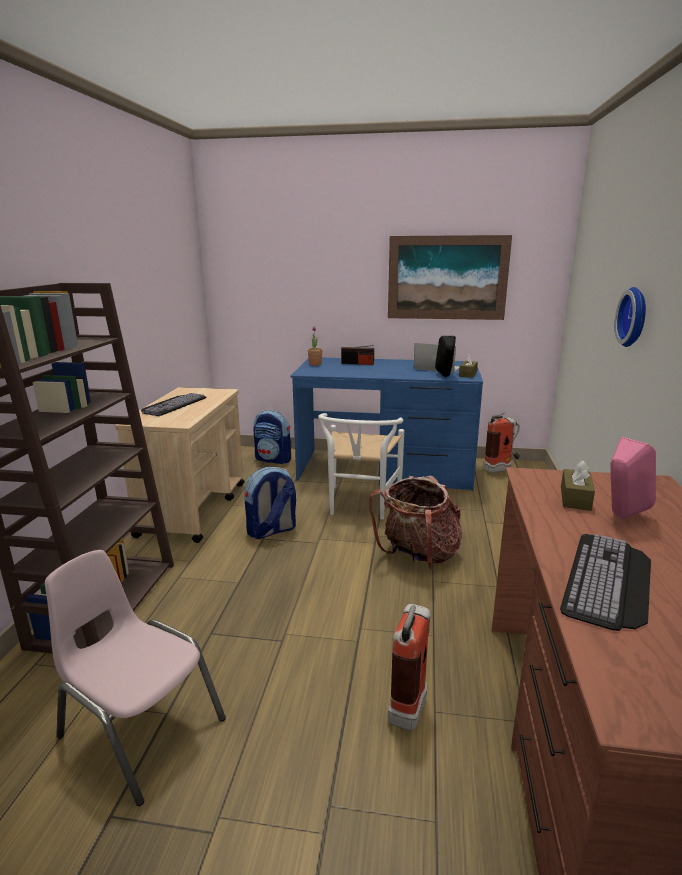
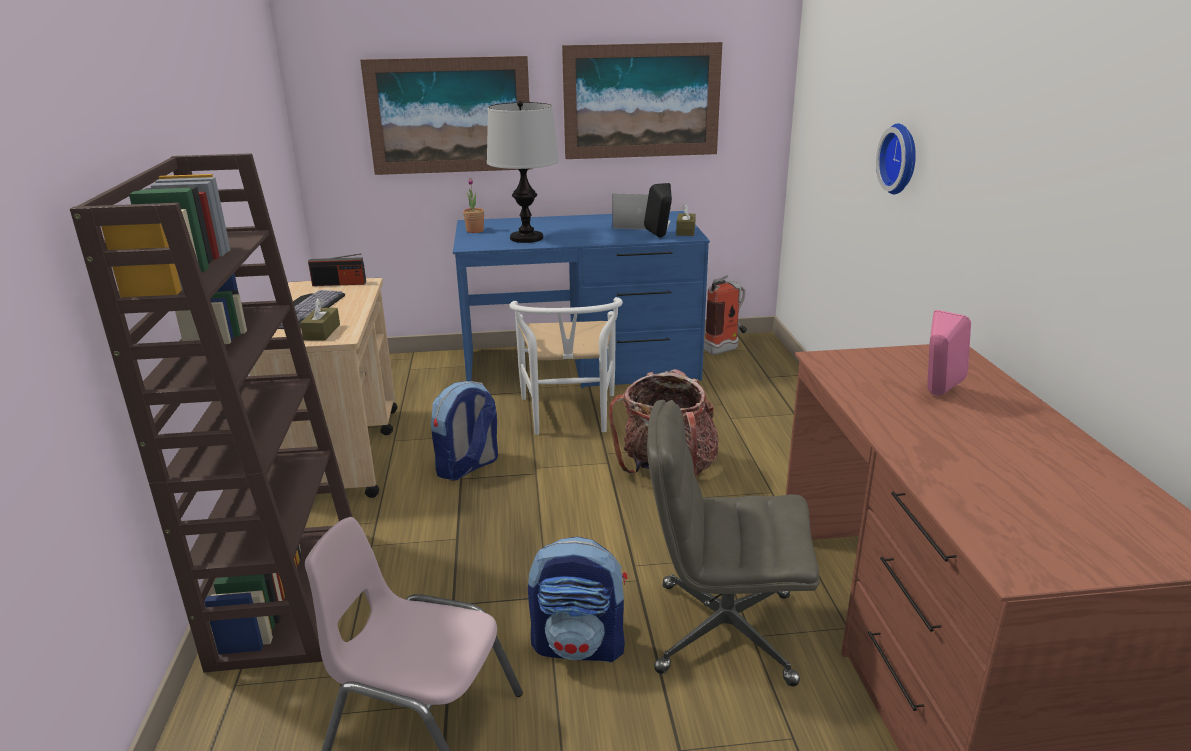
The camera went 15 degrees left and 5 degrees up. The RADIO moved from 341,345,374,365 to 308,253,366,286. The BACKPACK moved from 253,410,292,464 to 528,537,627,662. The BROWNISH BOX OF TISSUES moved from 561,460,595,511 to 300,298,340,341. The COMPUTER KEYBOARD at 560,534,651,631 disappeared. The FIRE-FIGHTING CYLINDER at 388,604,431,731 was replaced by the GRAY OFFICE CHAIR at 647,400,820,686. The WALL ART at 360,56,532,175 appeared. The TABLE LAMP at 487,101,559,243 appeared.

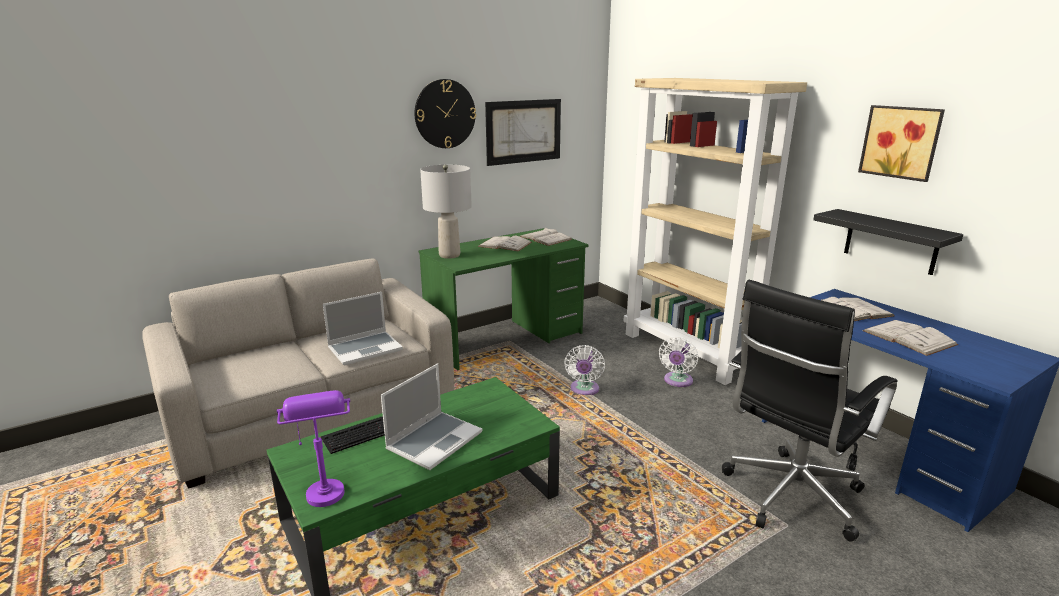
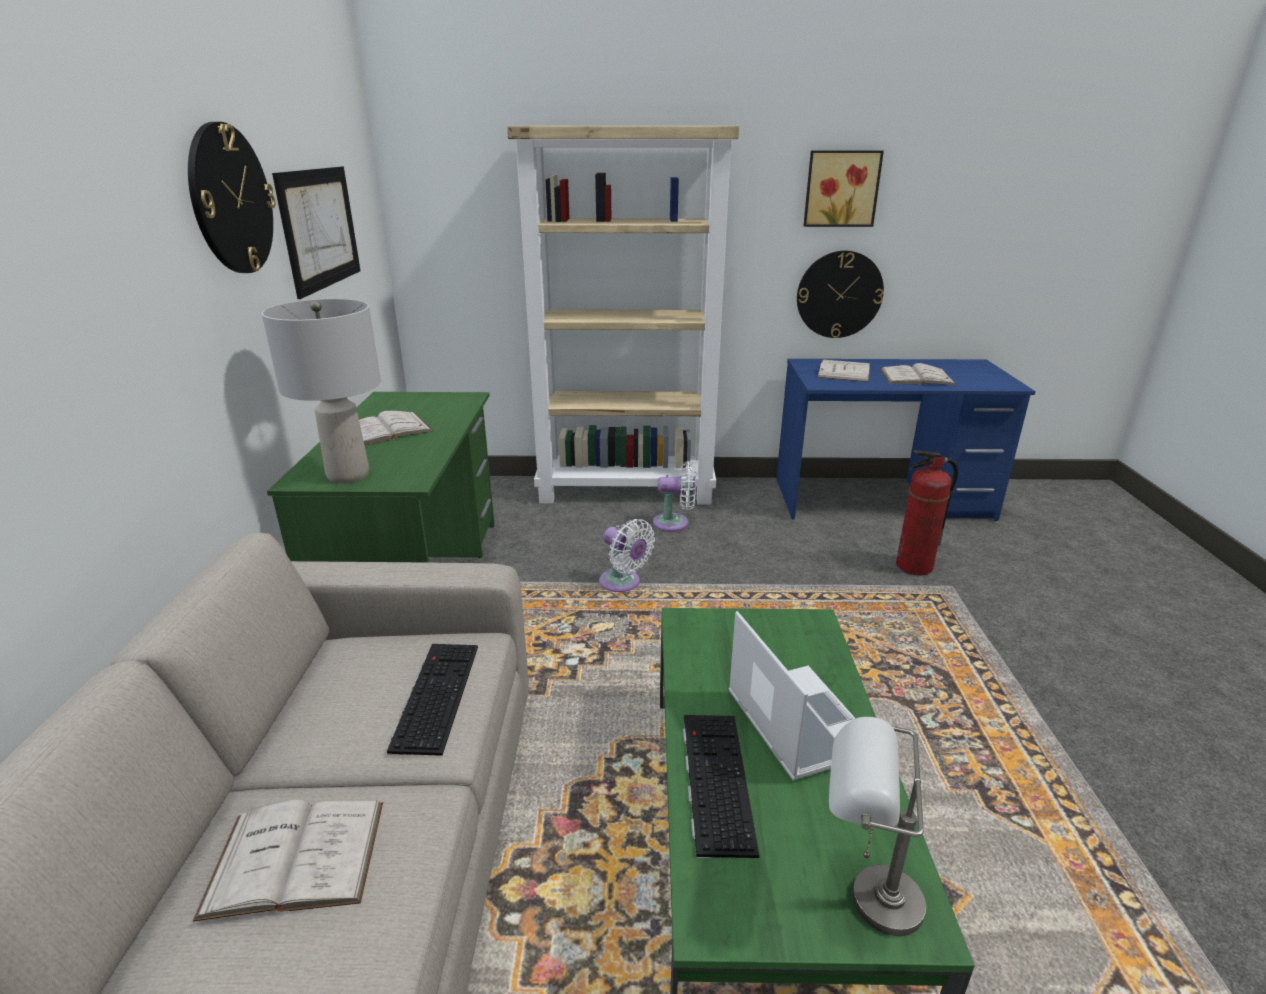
The camera went 55 degrees left and 5 degrees up. The BLACK-COLOURED WALL SHELF at 813,209,963,275 was replaced by the CLOCK ON THE WALL at 797,251,884,338. The WHITE-COLOURED VOLUME moved from 520,227,573,246 to 193,800,383,921. The BLACK-COLOURED OFFICE CHAIR at 722,280,897,542 was replaced by the FIRE-FIGHTING CYLINDER at 896,450,958,575. The LAPTOP at 323,292,403,365 was replaced by the COMPUTER KEYBOARD at 387,644,478,756. The WHITE-COLOURED FAN at 659,337,698,387 turned 60 degrees counterclockwise. The PURPLISH TABLE LAMP at 277,390,350,507 became the GRAY TABLE LAMP at 829,717,926,936.

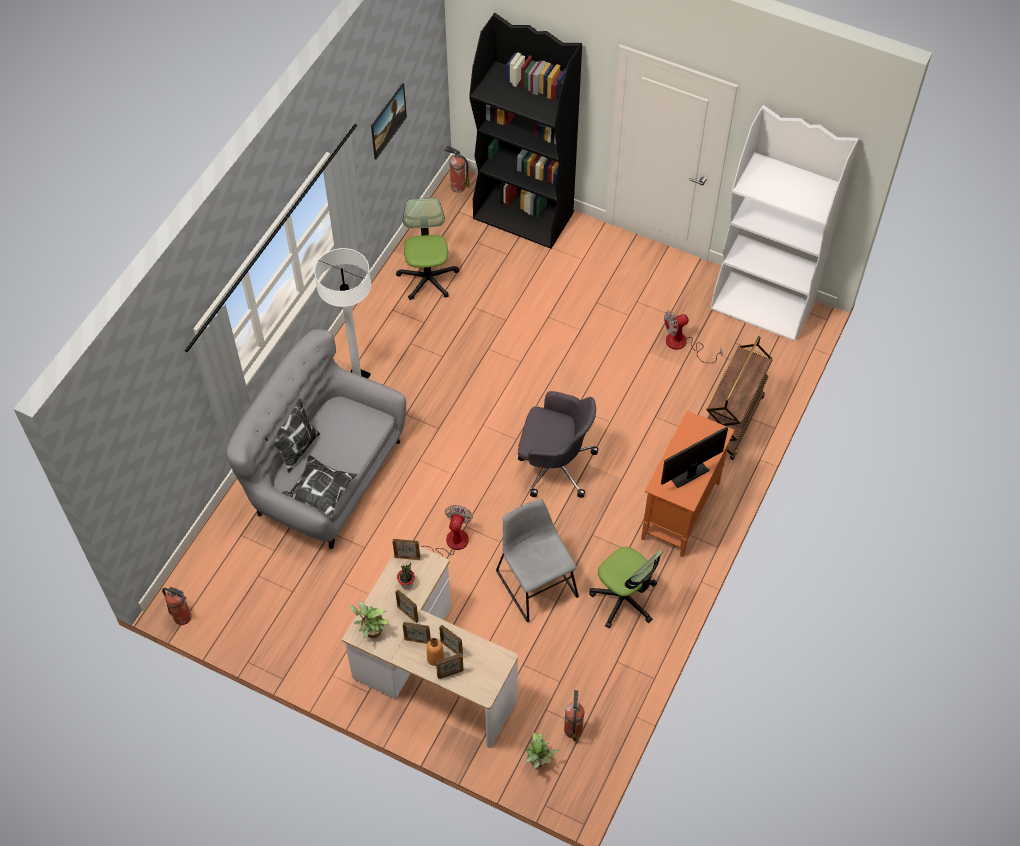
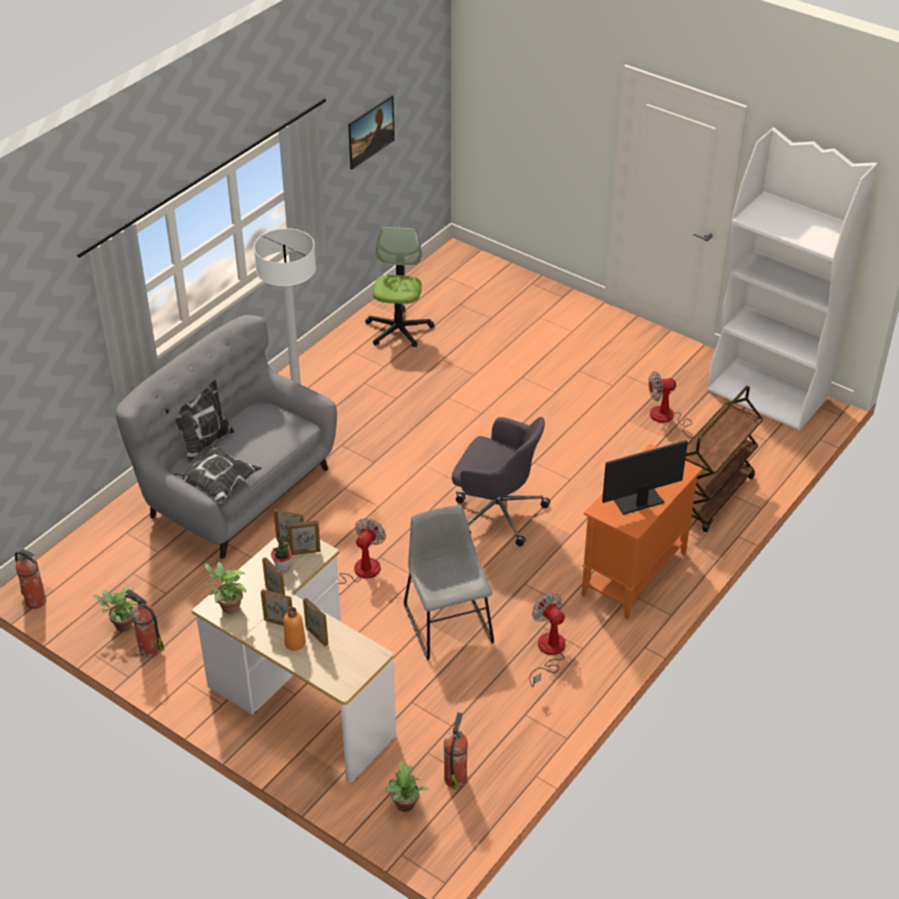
The camera went 10 degrees right and 15 degrees down. The BLACK-COLOURED SHELVING UNIT at 469,13,582,249 disappeared. The FIRE-FIGHTING CYLINDER moved from 444,145,470,193 to 124,589,164,657. The OFFICE CHAIR at 589,547,662,628 was replaced by the FAN at 529,593,566,687. The PICTURE FRAME moved from 436,653,463,679 to 288,520,321,555. The PLANT IN A POT at 92,588,138,632 appeared.

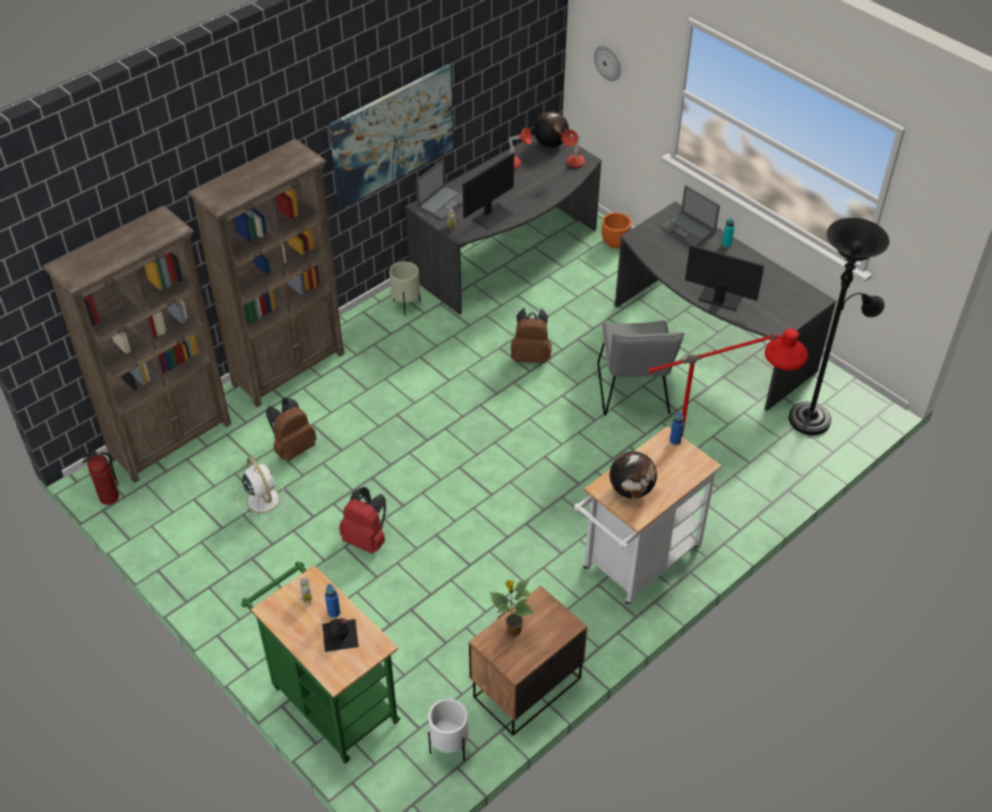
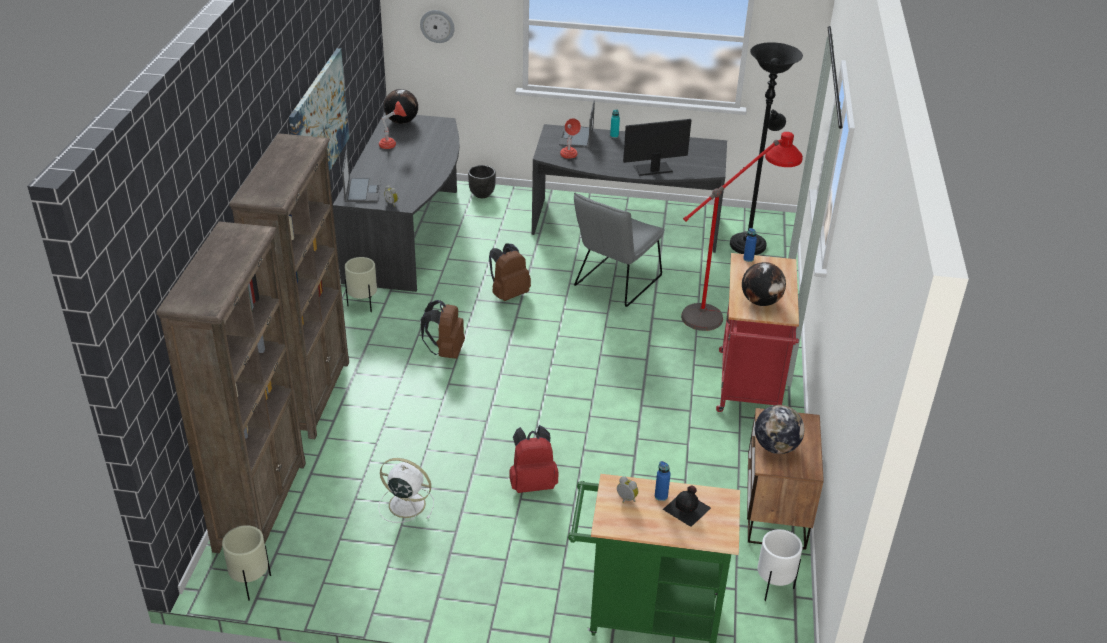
The camera went 40 degrees left and 10 degrees down. The RED TABLE LAMP moved from 561,129,585,168 to 560,118,581,159. The COMPUTER DISPLAY at 462,152,514,230 disappeared. The LAPTOP at 660,185,720,246 turned 90 degrees clockwise. The ORANGE PLANTER at 602,213,632,248 became the BLACK-COLOURED PLANTER at 468,165,496,198. The GRAY UPRIGHT CHAIR at 597,320,684,416 turned 75 degrees clockwise. The BROWNISH BACKPACK moved from 266,398,317,461 to 420,300,465,359. The WHITE-COLOURED CART at 574,426,722,606 became the RED CART at 716,253,799,412. The FIRE-FIGHTING CYLINDER at 81,450,119,505 was replaced by the BEIGE PLANTER at 222,525,271,601. The PLANT IN A POT at 490,580,535,637 was replaced by the DESK GLOBE at 755,405,804,454.

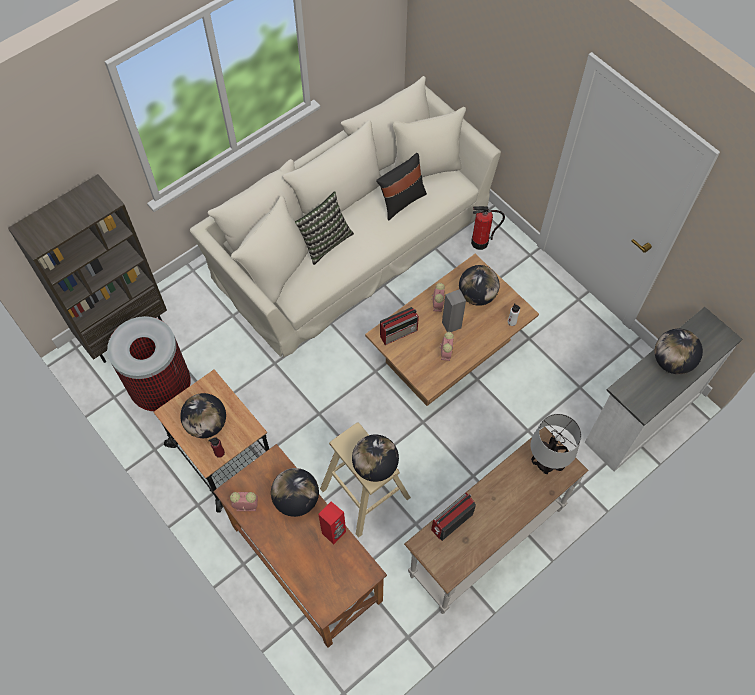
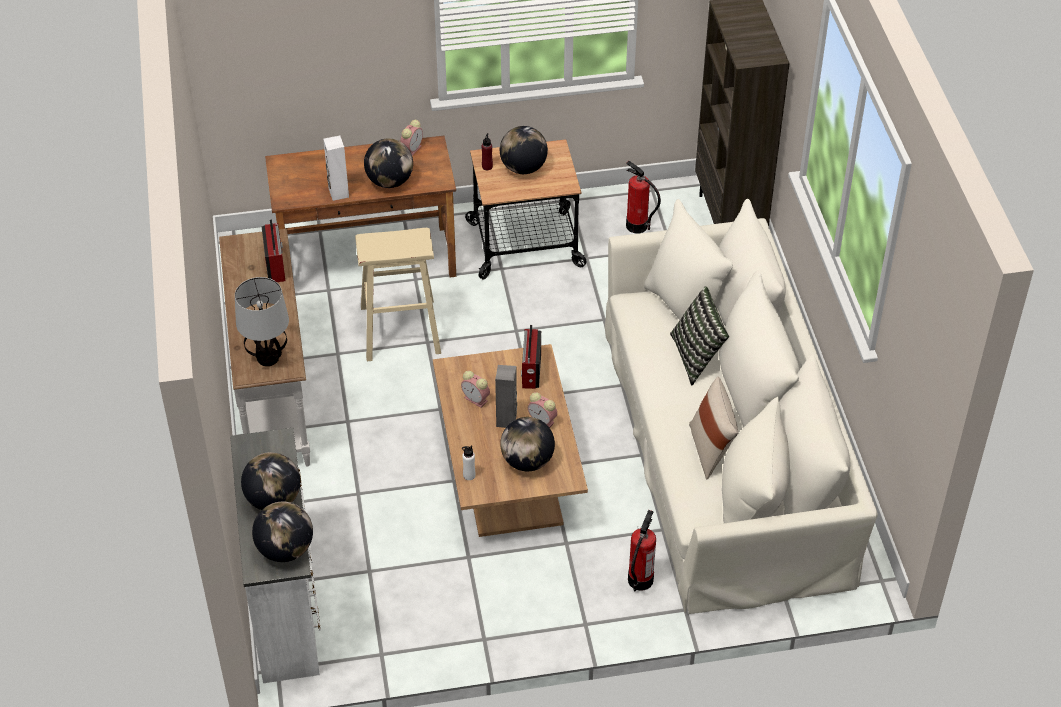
The camera went 120 degrees right and 15 degrees down. The BLACK-COLOURED PILLOW at 376,153,427,221 became the BEIGE PILLOW at 689,377,739,480. The TRASH CAN at 107,316,191,411 was replaced by the FIRE-FIGHTING CYLINDER at 626,161,661,234. The DESK GLOBE moved from 352,434,399,482 to 252,501,313,562. The RED SPEAKER at 318,502,346,545 became the WHITE-COLOURED SPEAKER at 323,136,349,201.

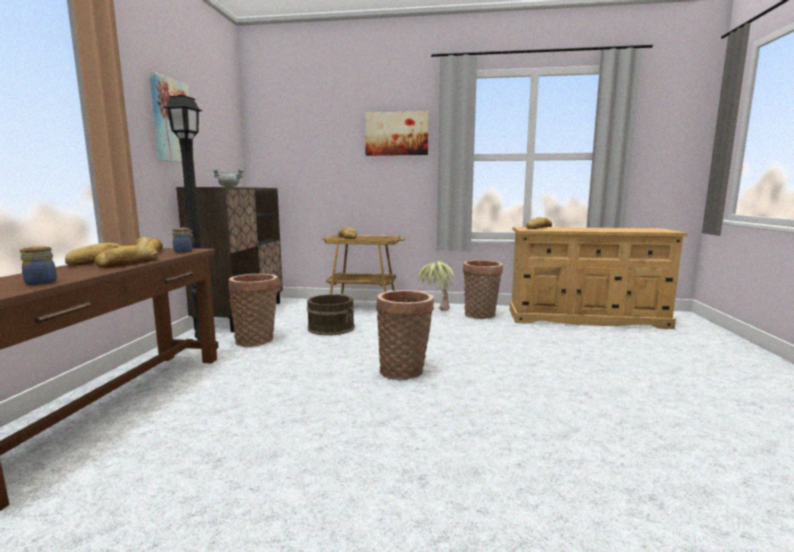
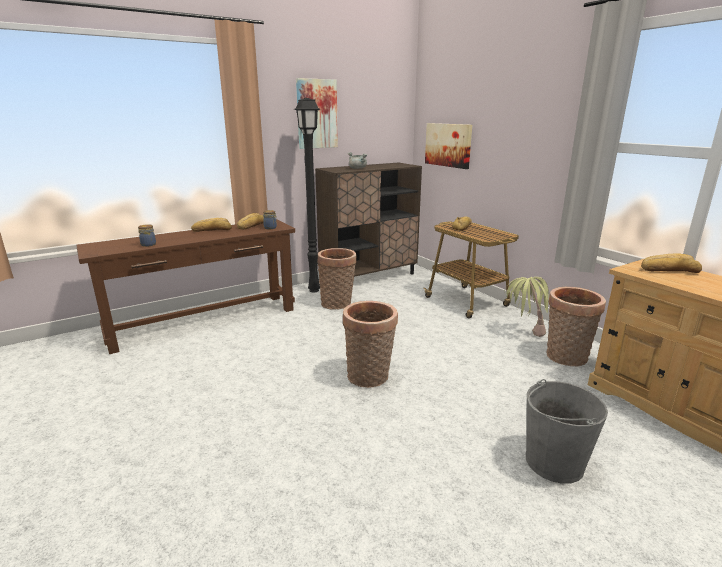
The camera went 50 degrees right and 10 degrees up. The WALL ART moved from 365,111,428,156 to 425,123,472,169. The BAKED BREAD at 94,245,158,268 disappeared. The BROWNISH WATER BUCKET at 307,294,355,336 disappeared. The GRAY WATER BUCKET at 526,379,608,484 appeared.

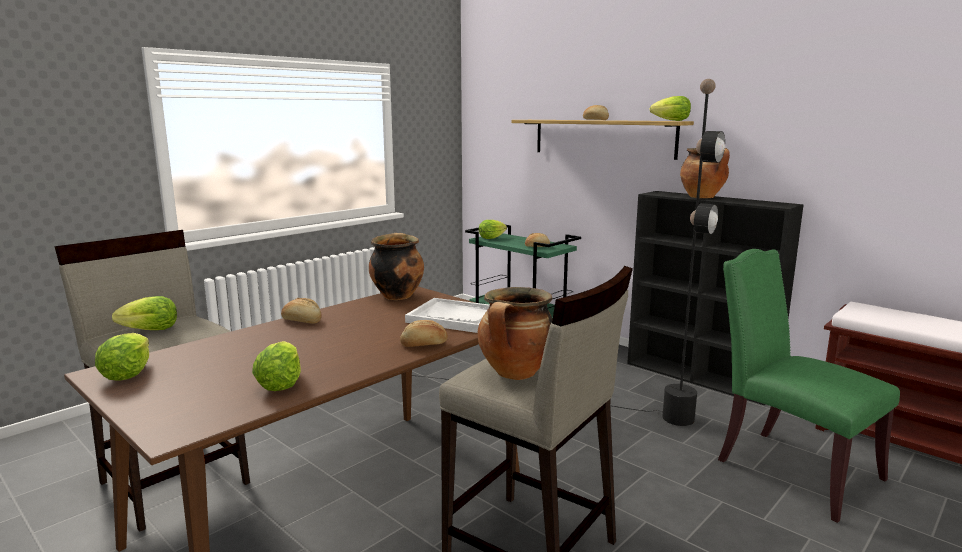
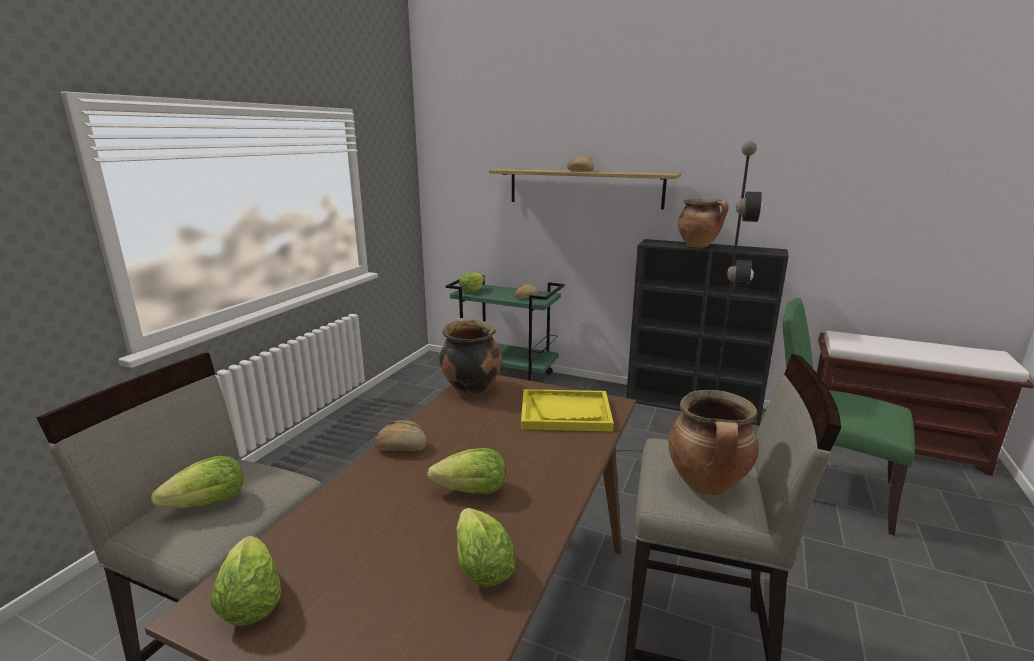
The camera went 20 degrees left and 5 degrees up. The LETTUCE HEAD moved from 650,96,691,121 to 427,448,505,494. The WHITE-COLOURED SERVING TRAY at 405,298,490,333 became the YELLOWISH SERVING TRAY at 521,389,614,431. The BAKED BREAD at 400,320,448,347 disappeared.

